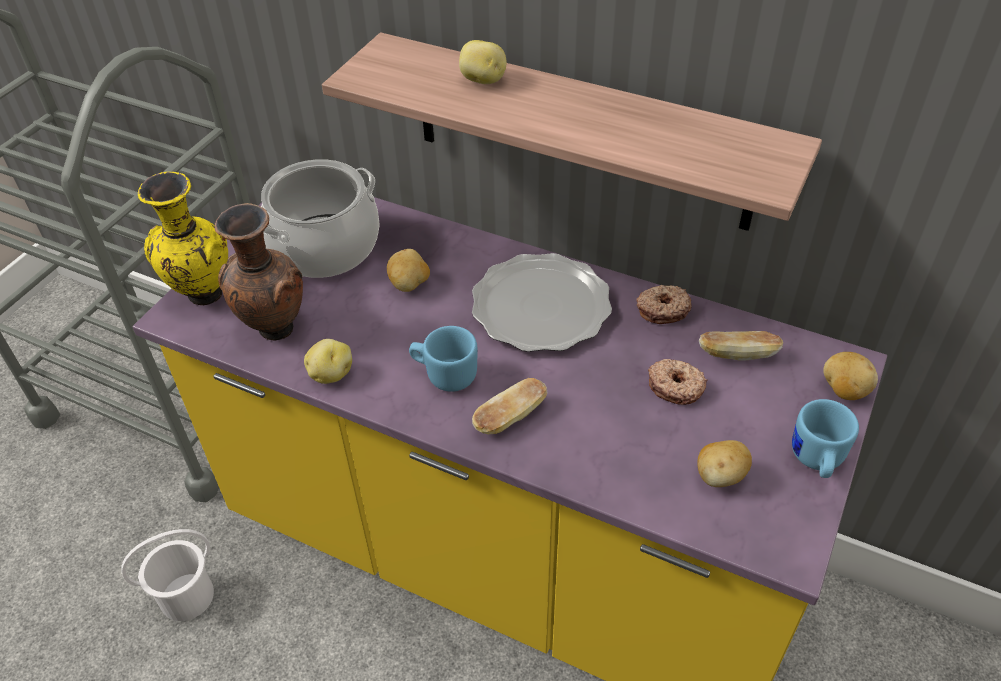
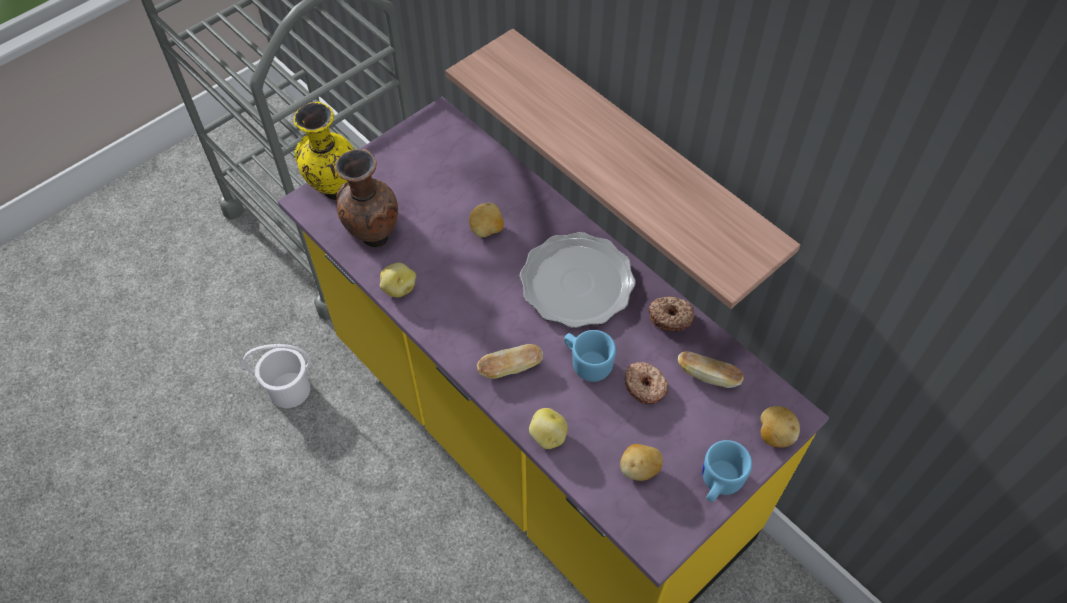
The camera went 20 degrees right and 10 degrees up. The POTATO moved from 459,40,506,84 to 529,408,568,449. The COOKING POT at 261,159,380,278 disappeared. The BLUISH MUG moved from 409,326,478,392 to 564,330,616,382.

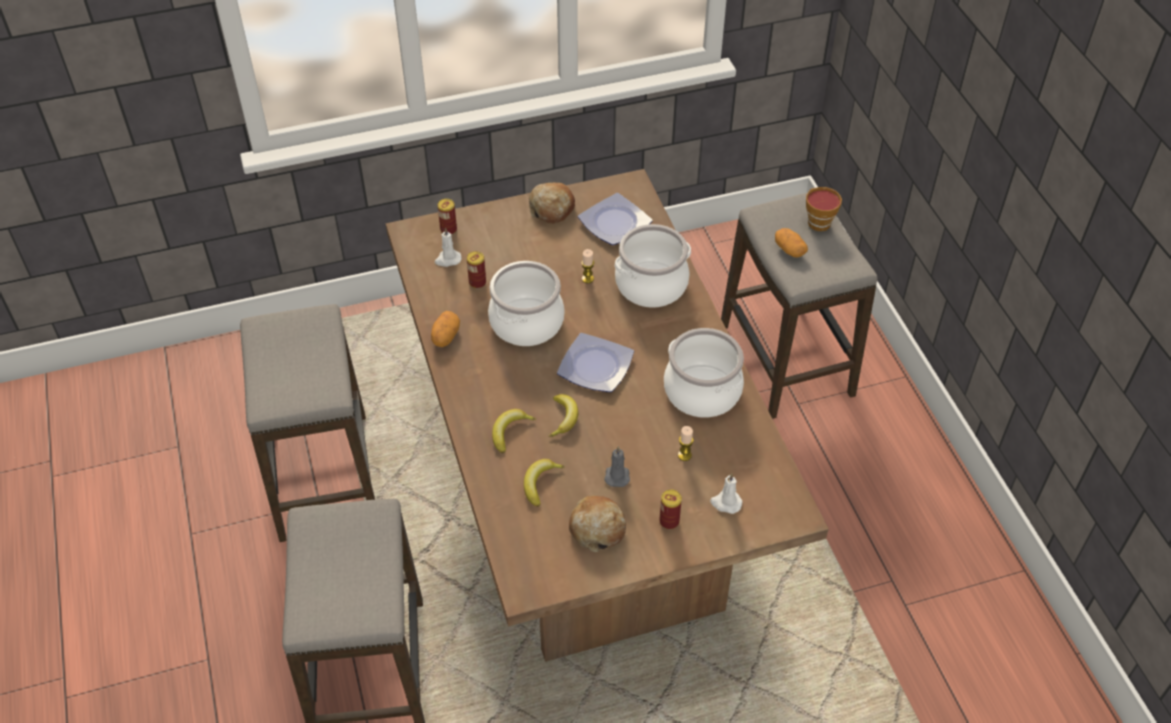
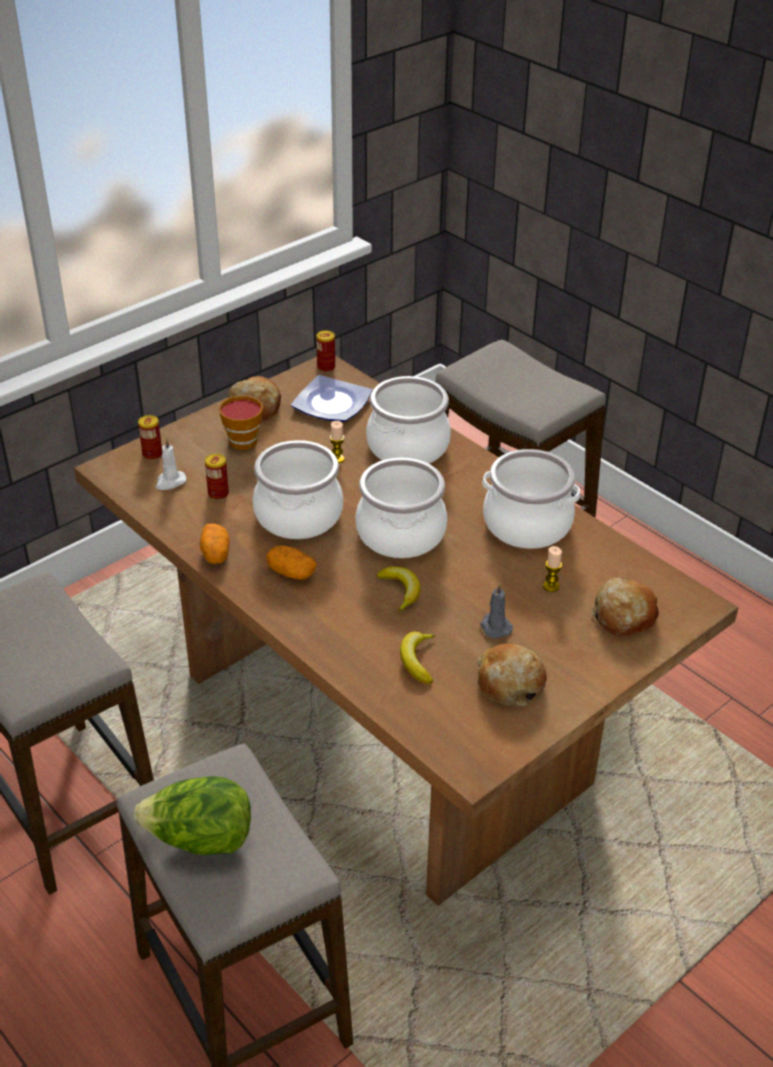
The camera went 25 degrees left and 10 degrees down. The DRINKING CUP moved from 806,187,842,231 to 219,396,263,450. The POTATO moved from 775,228,808,258 to 266,545,316,580. The DINNER PLATE at 557,333,634,392 was replaced by the COOKING POT at 355,457,447,558. The BANANA at 492,409,536,453 disappeared. The WHITE-COLOURED WAX CANDLE at 710,473,742,514 was replaced by the BAKED BREAD at 591,578,659,636. The METAL CAN moved from 659,490,682,529 to 316,330,335,372. The LETTUCE HEAD at 133,776,251,855 appeared.

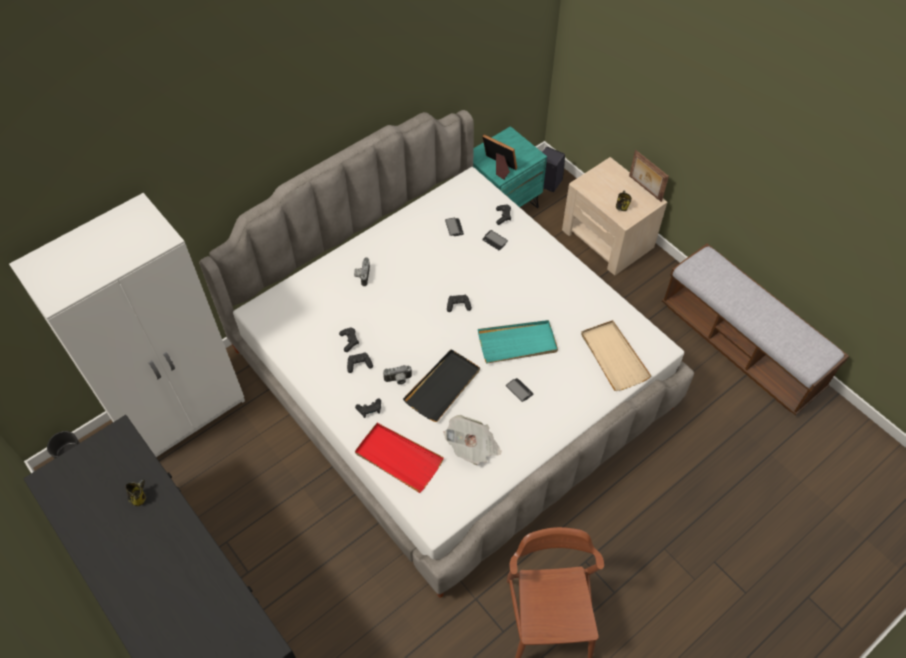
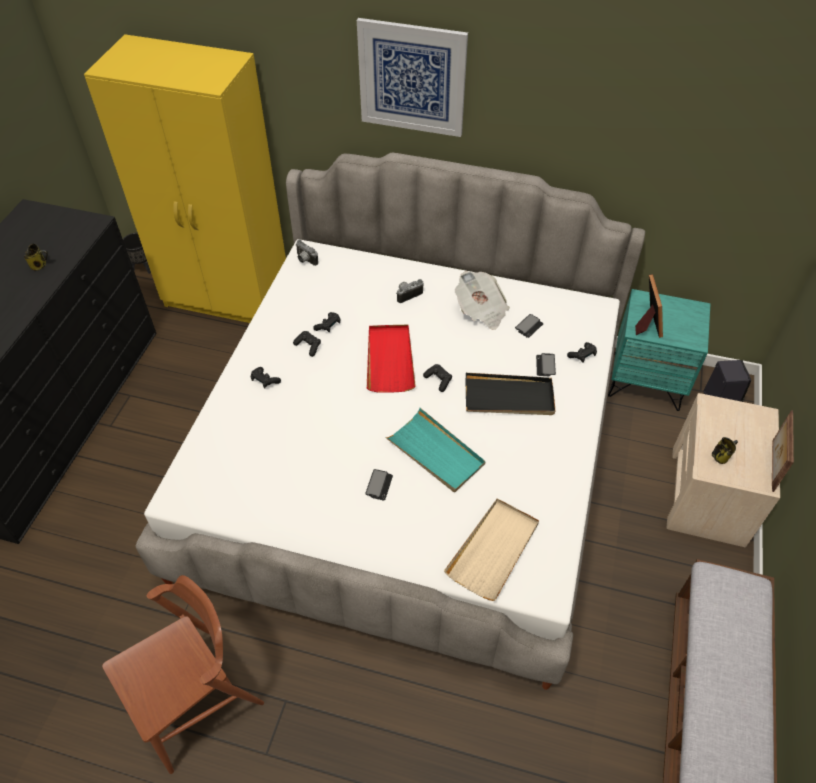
The camera went 55 degrees right and 5 degrees down. The WHITE-COLOURED WARDROBE at 9,193,245,457 became the YELLOWISH WARDROBE at 84,34,286,323. The BLACK-COLOURED SERVING TRAY moved from 403,349,480,422 to 466,373,555,415. The STILL CAMERA moved from 383,365,412,385 to 296,240,318,266. The DAILY PAPER moved from 444,415,502,465 to 455,271,510,330. The RED SERVING TRAY moved from 355,423,444,493 to 367,325,416,393. The WALL ART at 357,18,468,137 appeared.

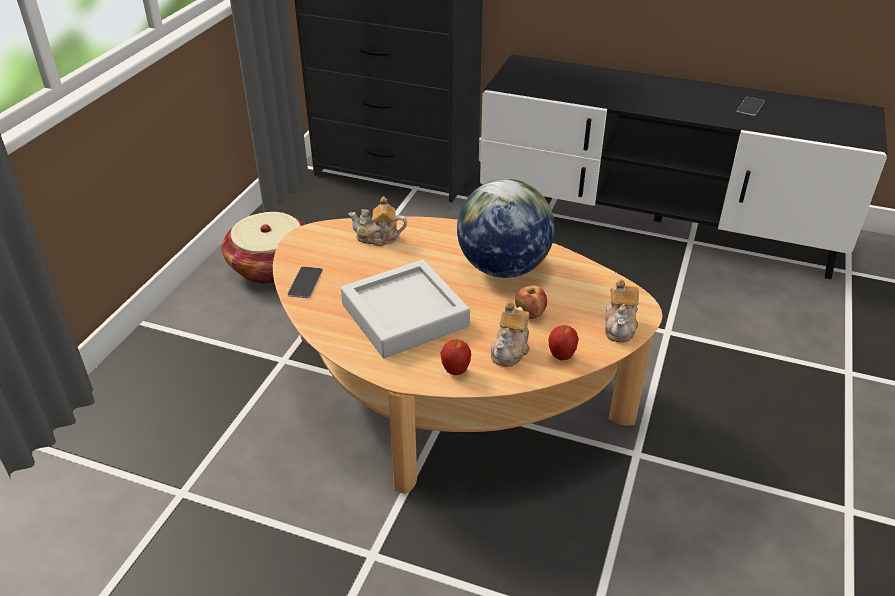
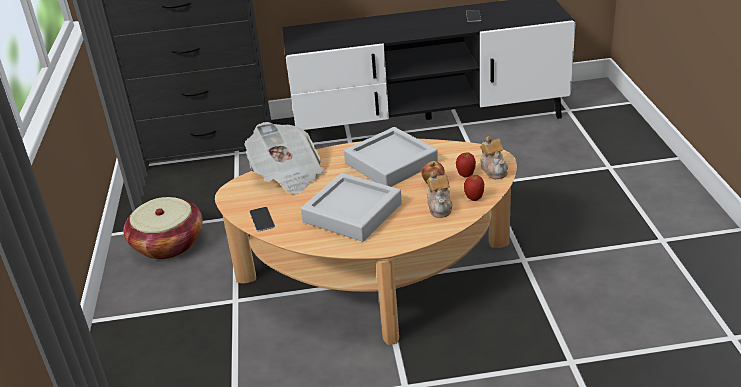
The camera went 25 degrees left and 5 degrees down. The DESK GLOBE at 457,179,555,278 was replaced by the GRAY SERVING TRAY at 344,127,438,187. The POT FOR TEA at 348,196,407,247 was replaced by the DAILY PAPER at 244,122,324,194. The APPLE FRUIT moved from 440,340,471,375 to 456,153,476,178.

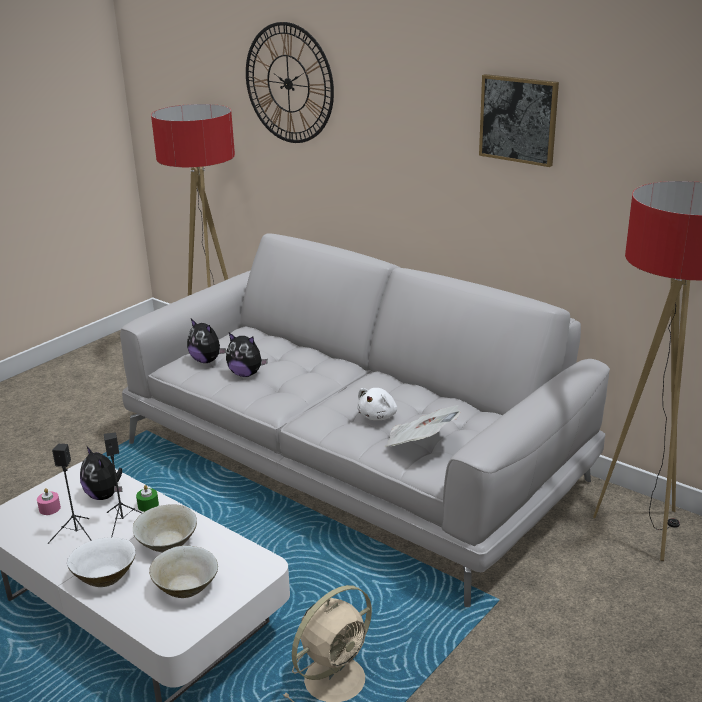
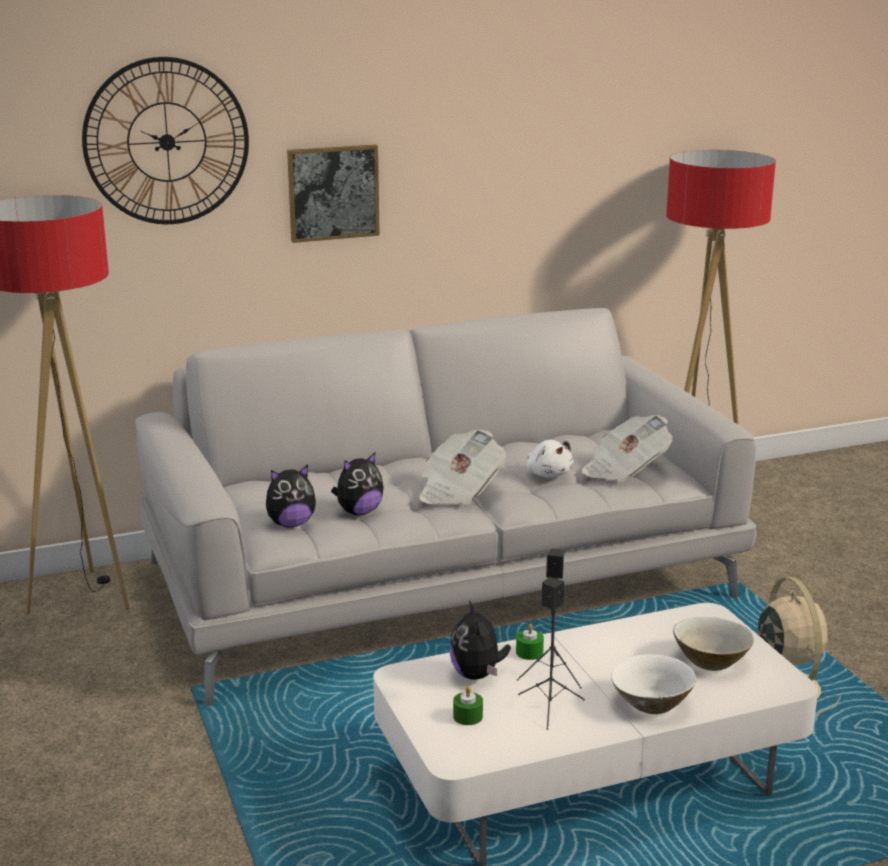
The camera went 60 degrees left and 5 degrees down. The WALL ART moved from 479,74,559,167 to 287,144,380,243. The SOFT TOY at 80,446,123,500 turned 90 degrees clockwise. The PINKISH WAX CANDLE at 37,488,61,515 became the GREEN WAX CANDLE at 453,686,483,725. The BEIGE DEEP DISH at 133,504,197,552 disappeared. The DAILY PAPER at 419,430,506,505 appeared.

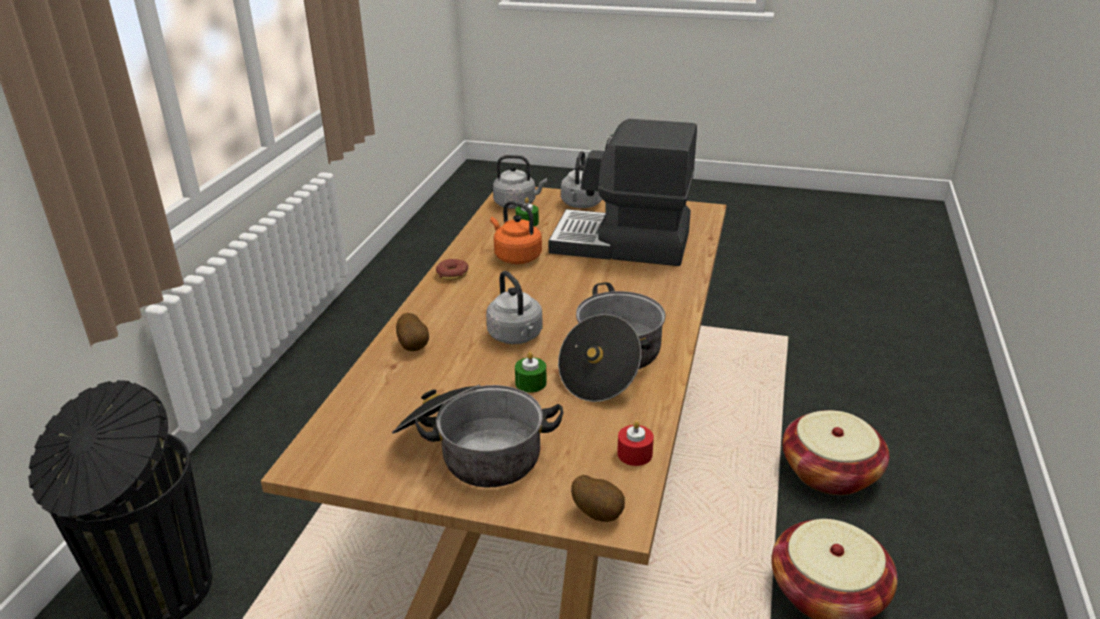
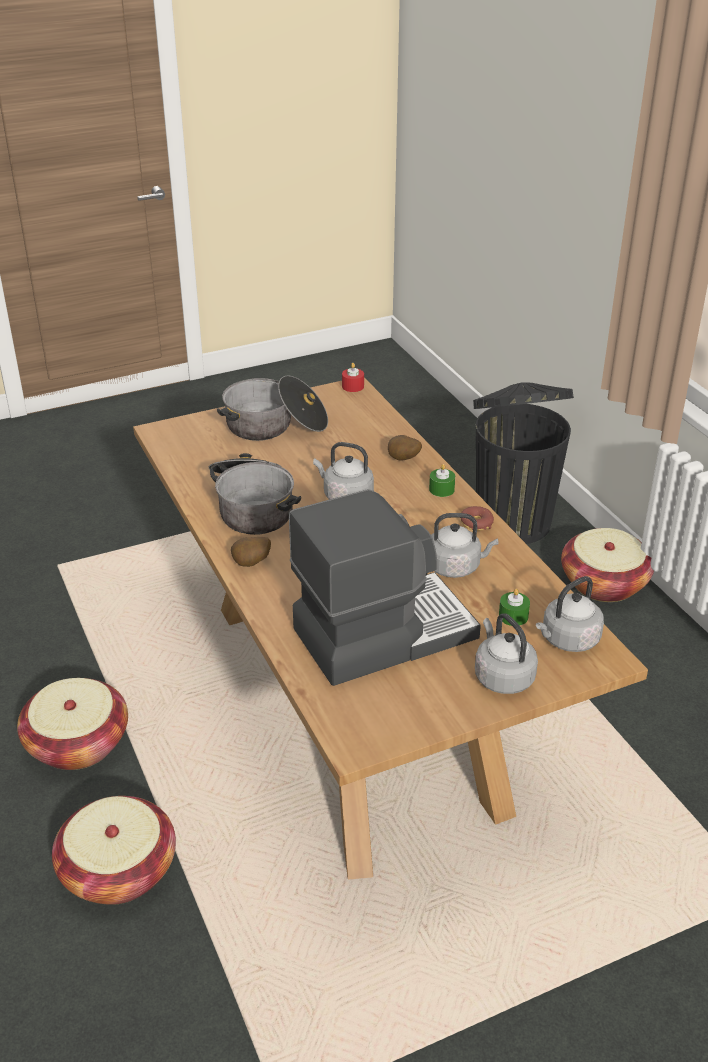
The camera went 140 degrees right and 5 degrees up. The ORANGE TEA KETTLE at 490,201,542,264 became the GRAY TEA KETTLE at 431,513,498,578. The GREEN WAX CANDLE moved from 515,352,547,393 to 429,464,455,497. The RED WAX CANDLE moved from 617,420,654,466 to 342,363,364,392. The POTATO moved from 571,475,625,522 to 231,537,271,567. The STORAGE BASKET at 561,528,654,602 appeared.

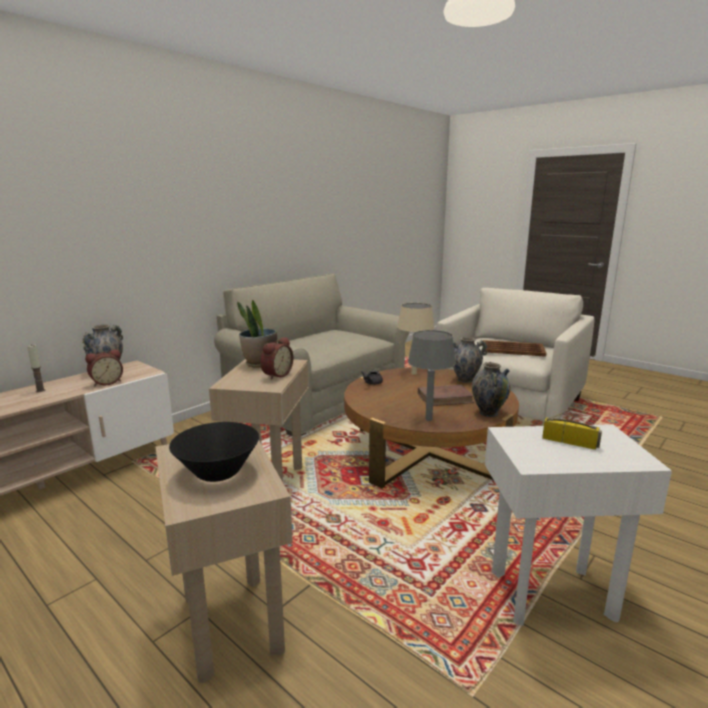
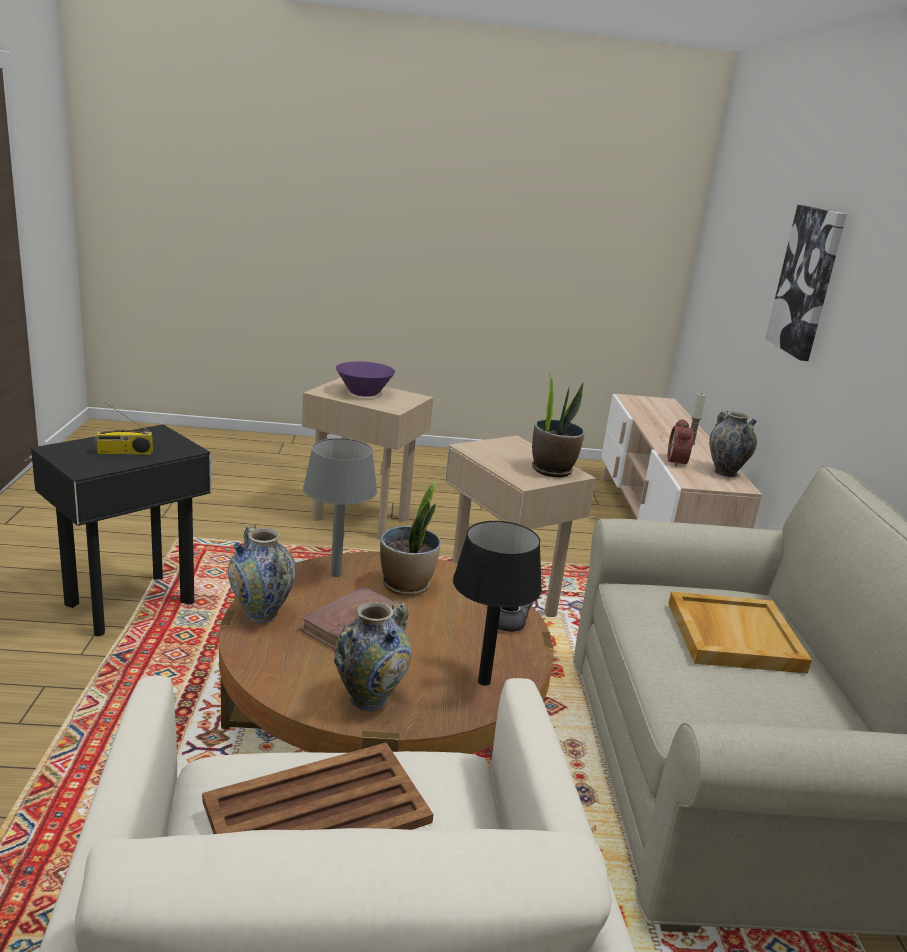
The camera went 135 degrees right and 5 degrees up. The BEIGE TABLE LAMP at 397,303,435,375 became the BLACK-COLOURED TABLE LAMP at 453,521,542,686. The TABLE CLOCK at 260,337,294,380 disappeared. The BLACK-COLOURED DEEP DISH at 169,422,259,482 became the PURPLISH DEEP DISH at 336,361,395,397. The WHITE-COLOURED SIDE TABLE at 485,424,672,626 became the BLACK-COLOURED SIDE TABLE at 31,424,211,636. The WALL ART at 765,205,847,361 appeared. The PLANT IN A POT at 380,480,441,596 appeared. The BEIGE SERVING TRAY at 668,591,812,674 appeared.

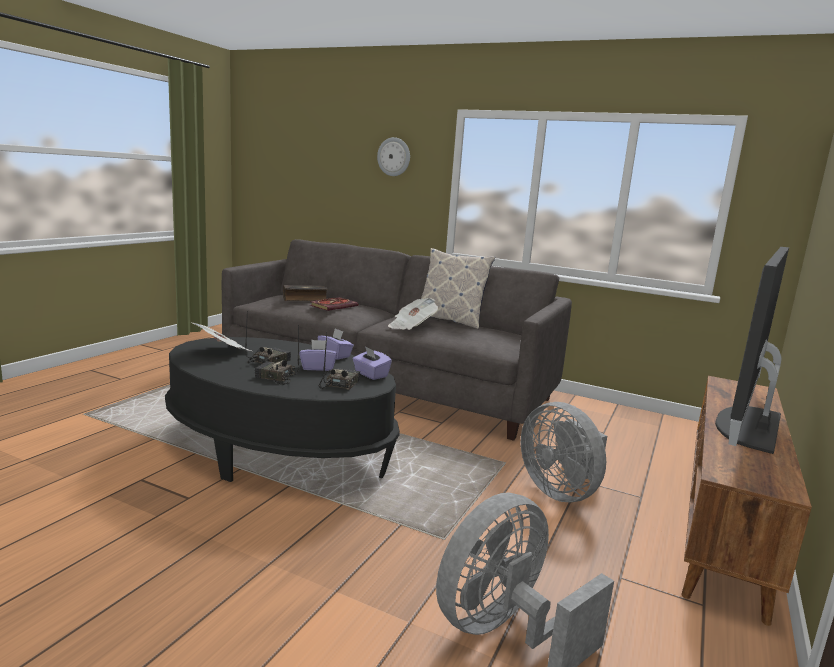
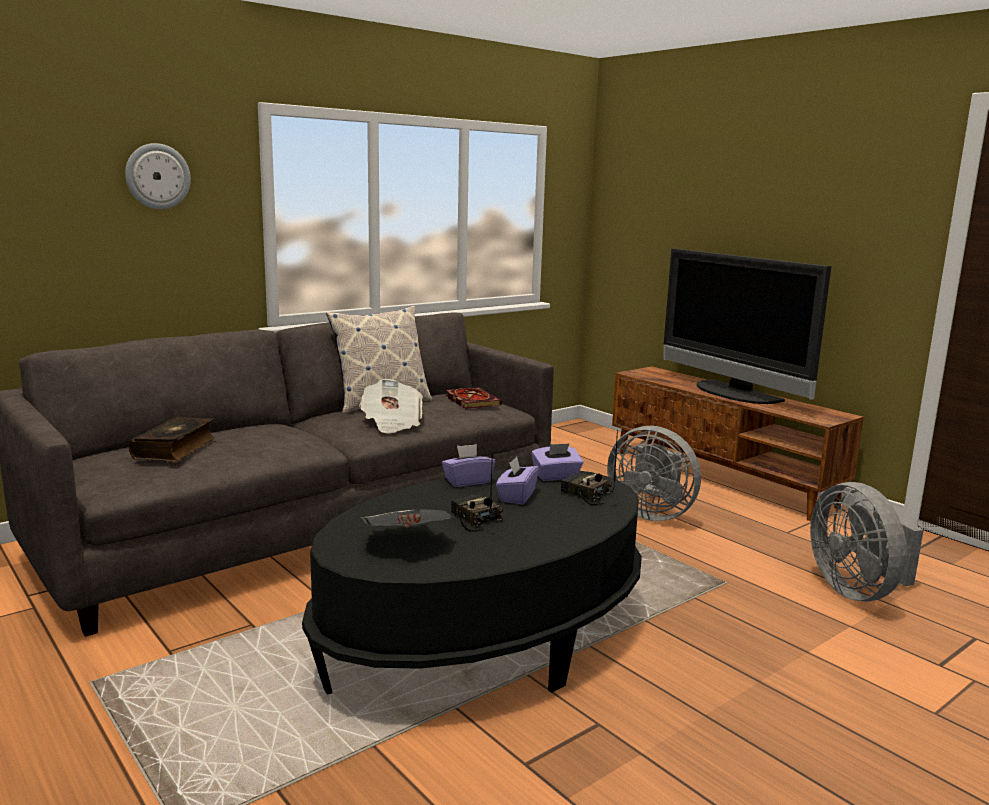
The camera went 65 degrees left and 0 degrees up. The VOLUME moved from 310,297,358,311 to 445,387,502,409. The RADIO at 255,324,299,385 disappeared. The GRAY FAN at 521,402,607,502 turned 45 degrees clockwise.

